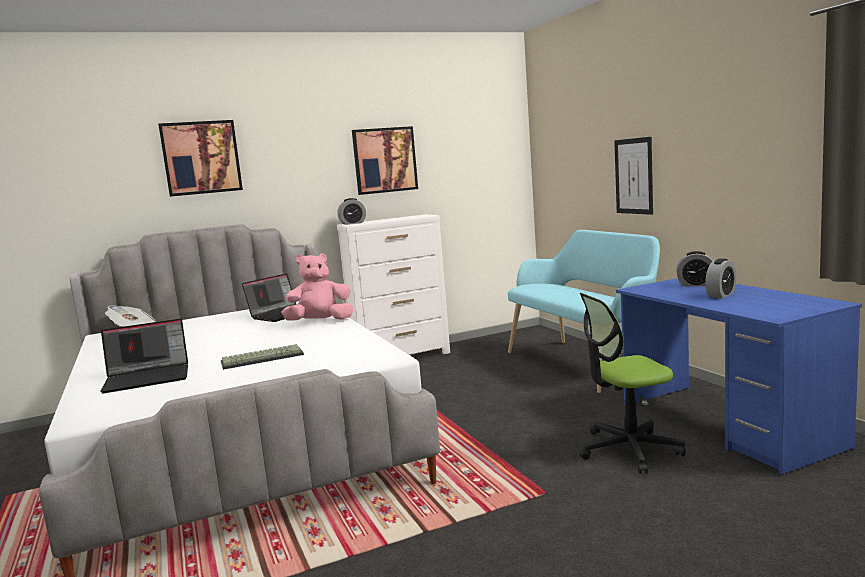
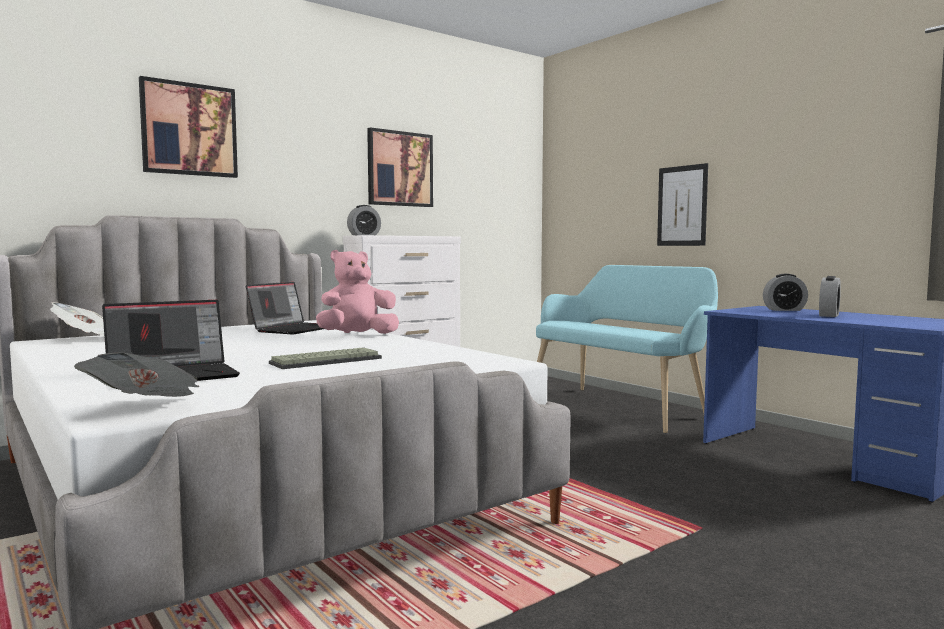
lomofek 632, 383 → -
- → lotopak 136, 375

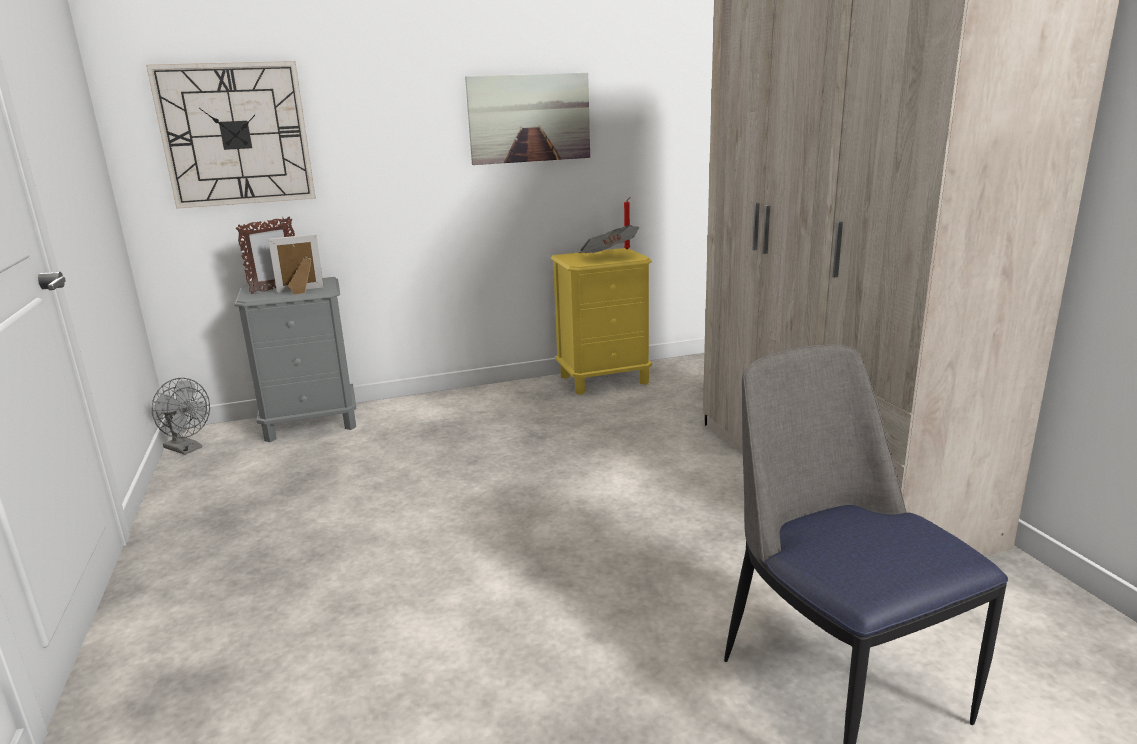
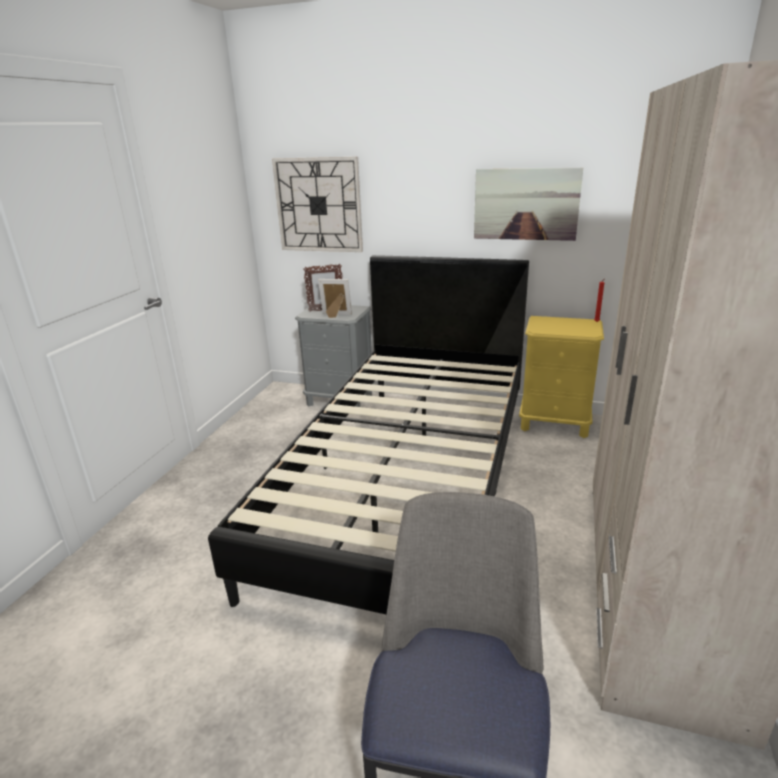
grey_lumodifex 181, 416 → -
lotopak 609, 239 → -
- → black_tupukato 368, 435

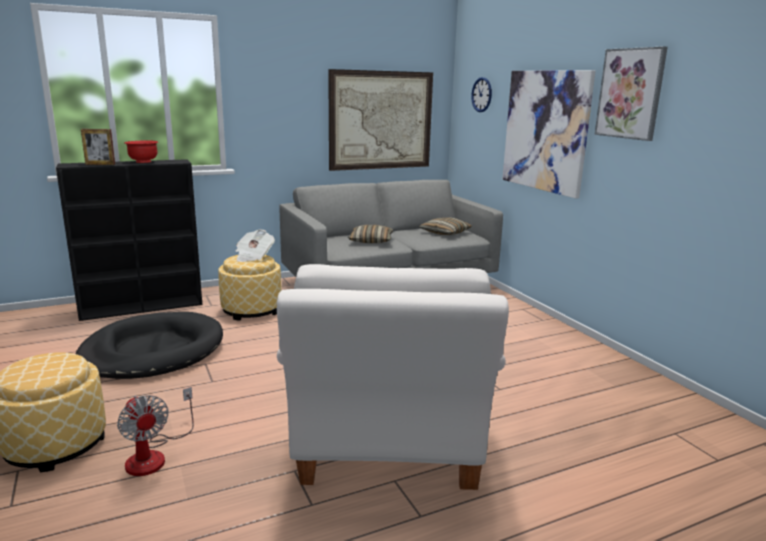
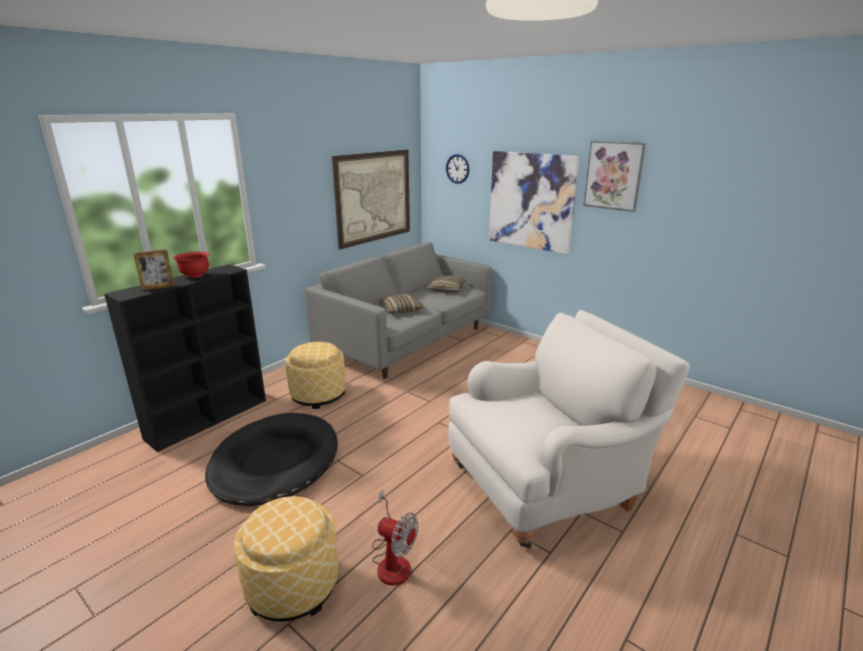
lotopak 255, 245 → -
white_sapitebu 393, 377 → white_sapitebu 569, 429, 90 degrees counterclockwise

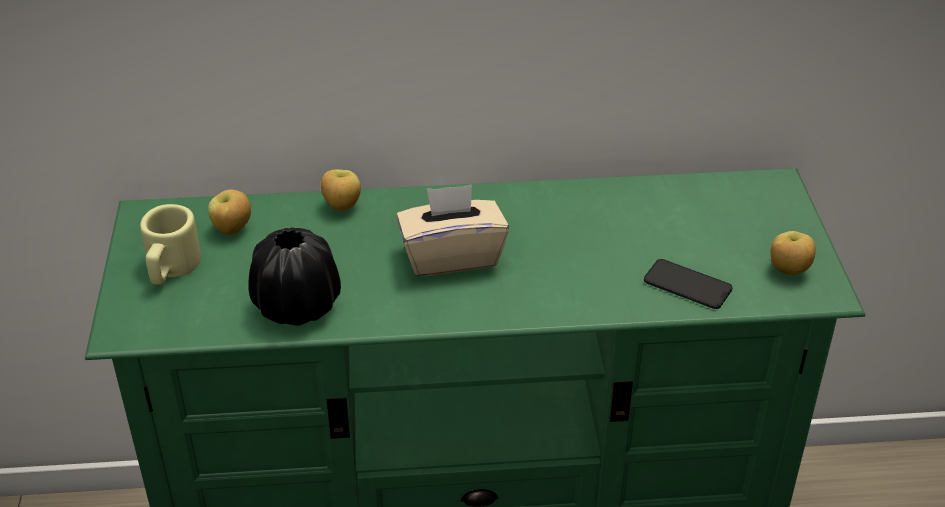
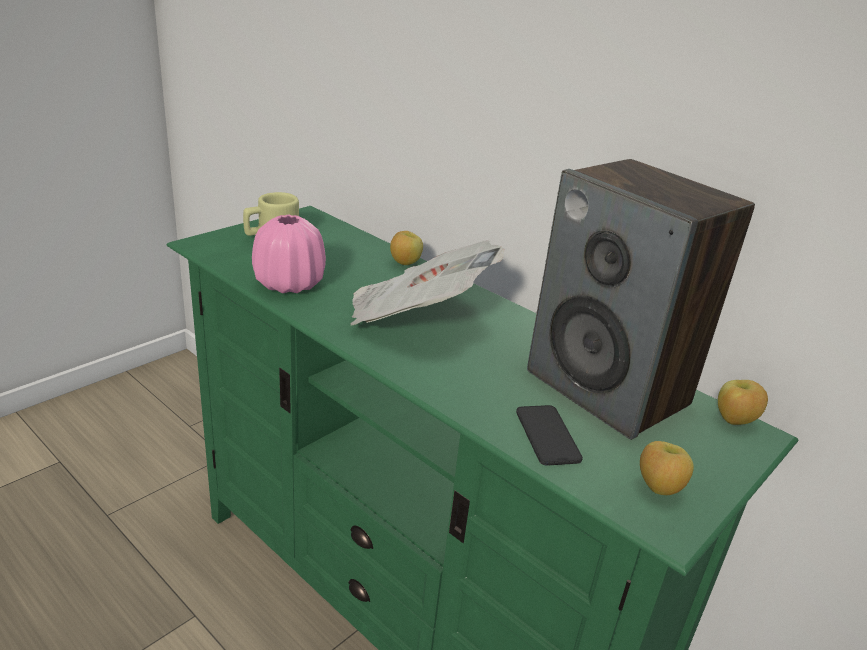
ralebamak 229, 212 → ralebamak 743, 402, relocated
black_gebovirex 295, 276 → pink_gebovirex 289, 254
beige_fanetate 452, 231 → lotopak 427, 283
- → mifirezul 641, 299

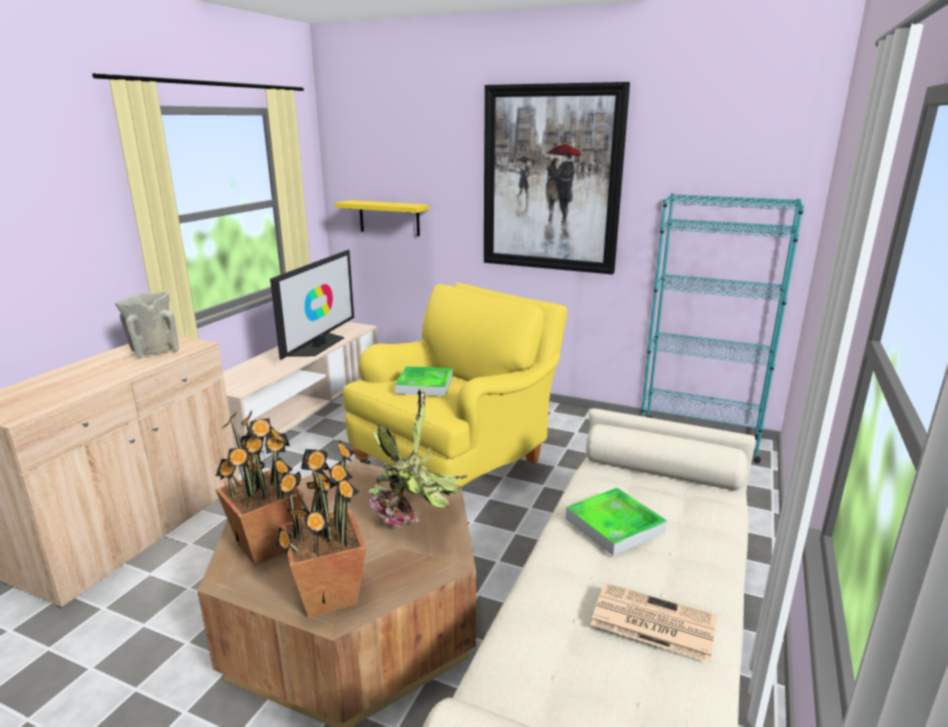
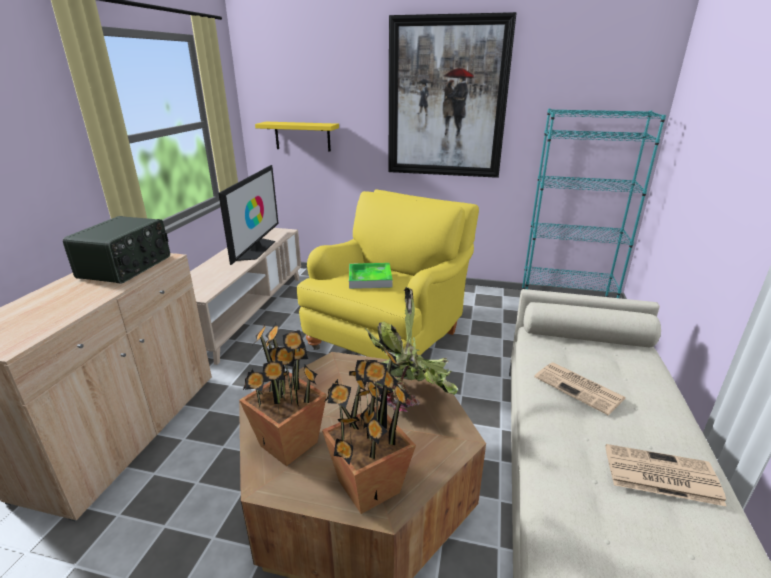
beige_gebovirex 147, 325 → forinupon 116, 250
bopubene 616, 522 → lotopak 579, 388

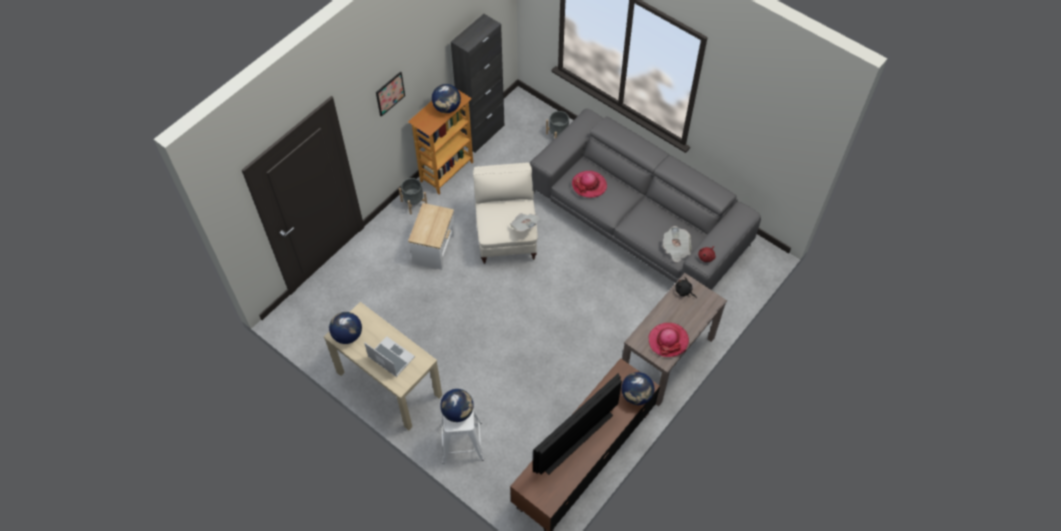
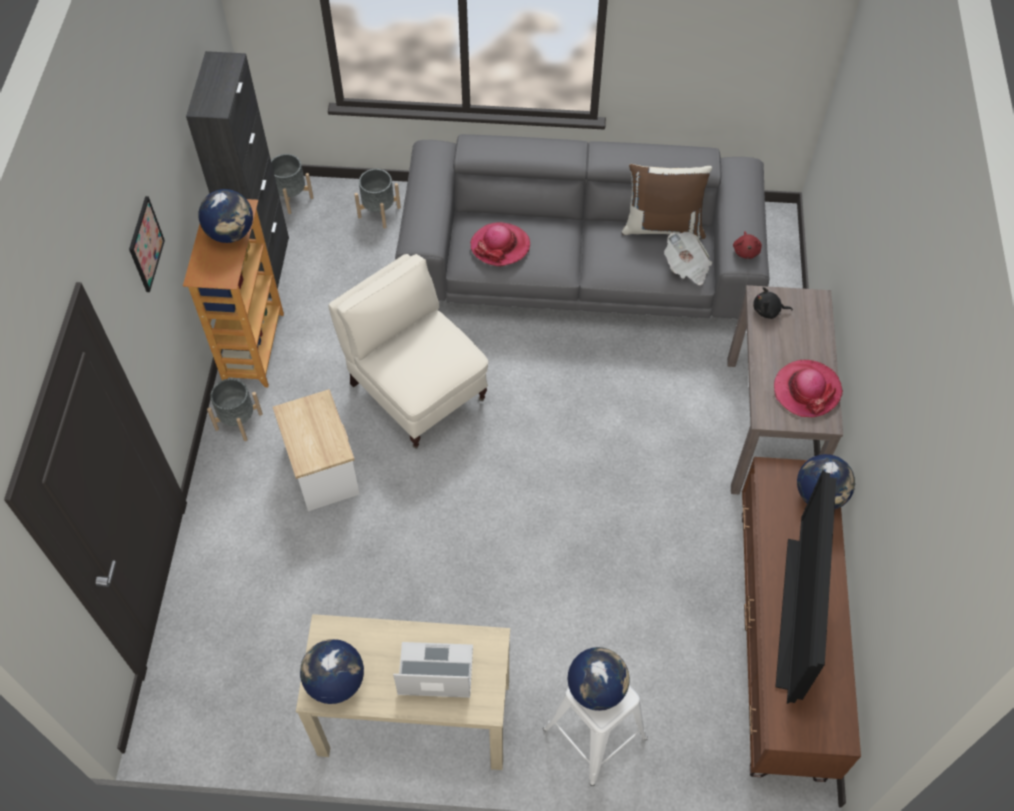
lotopak 524, 222 → -
- → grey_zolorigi 292, 184
- → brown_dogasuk 667, 201

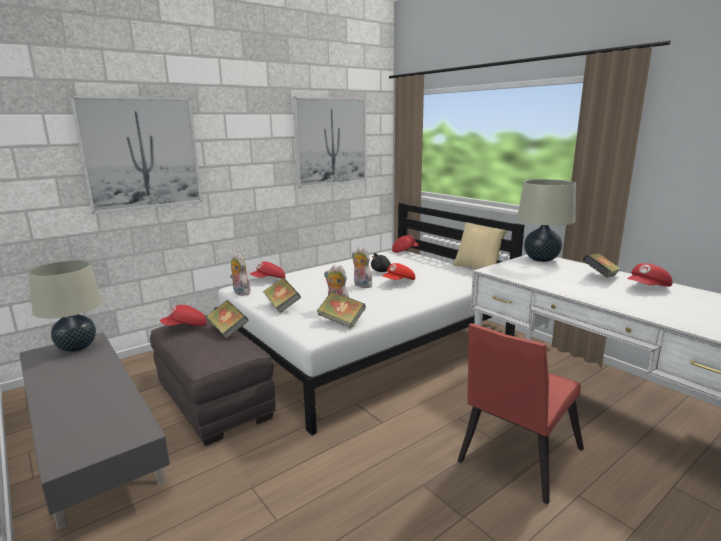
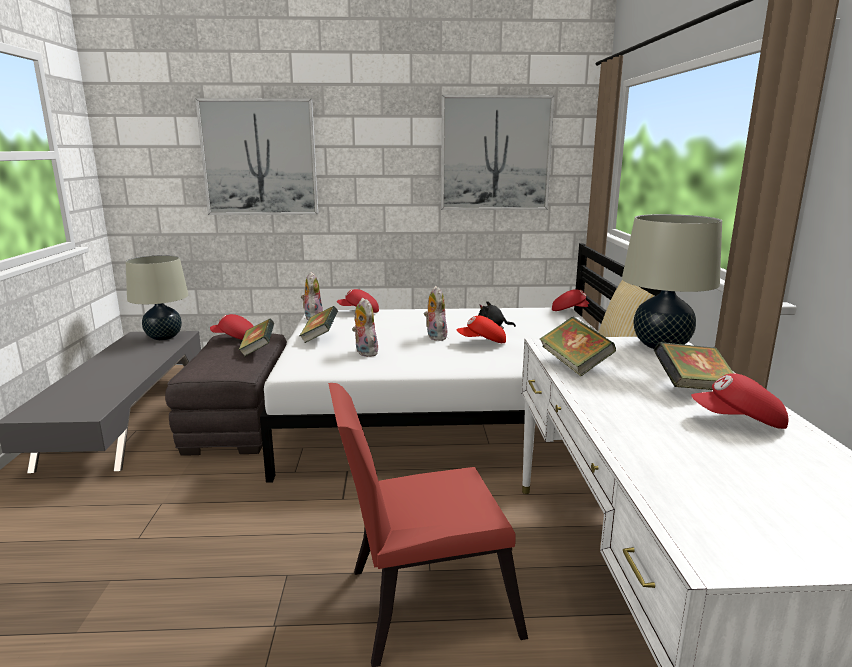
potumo 341, 310 → potumo 578, 346, relocated

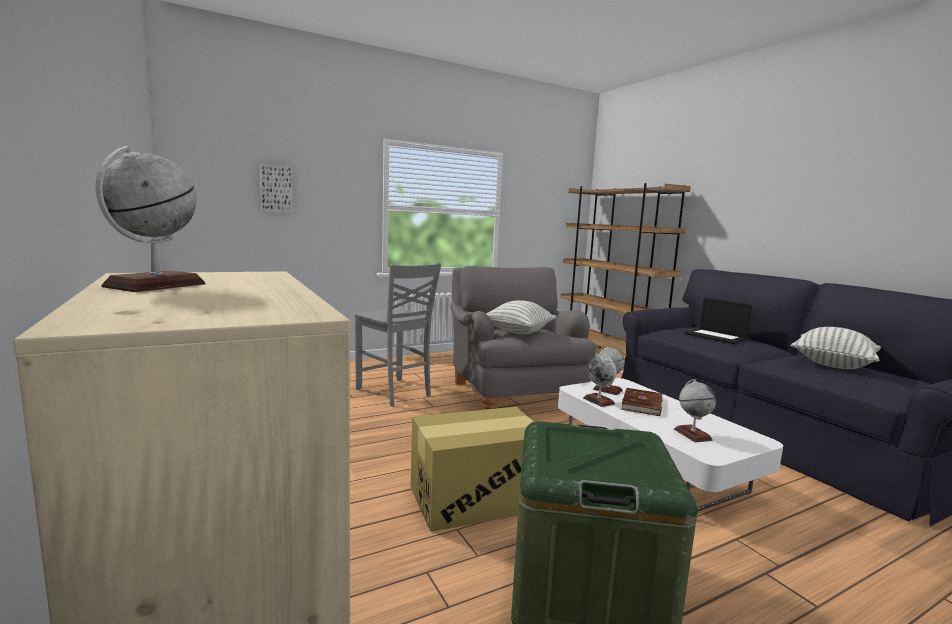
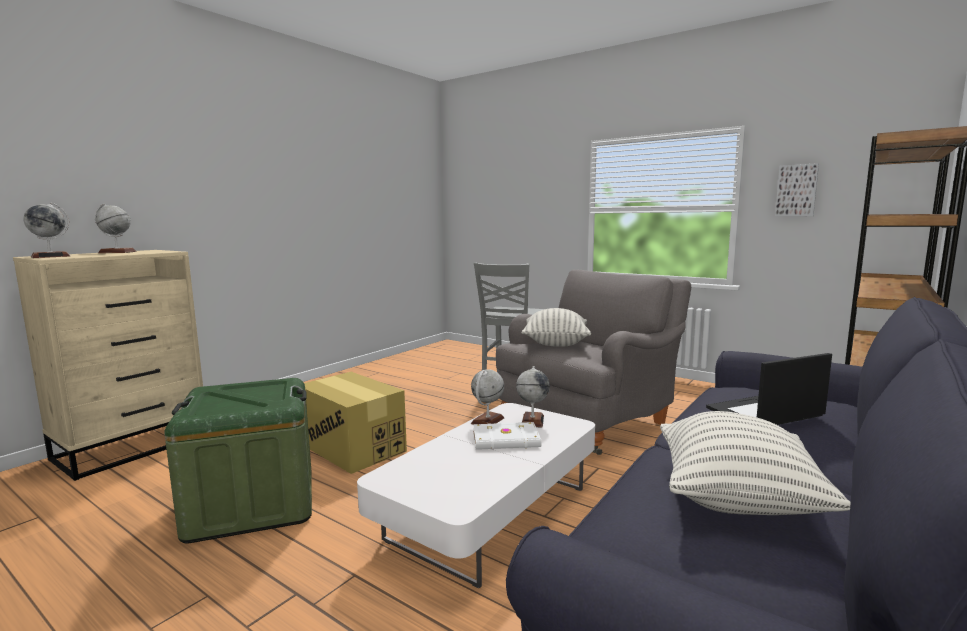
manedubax 276, 188 → manedubax 797, 190, relocated
brown_potumo 641, 402 → white_potumo 507, 436
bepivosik 695, 410 → bepivosik 46, 230, relocated
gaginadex 718, 321 → gaginadex 769, 389, 45 degrees clockwise

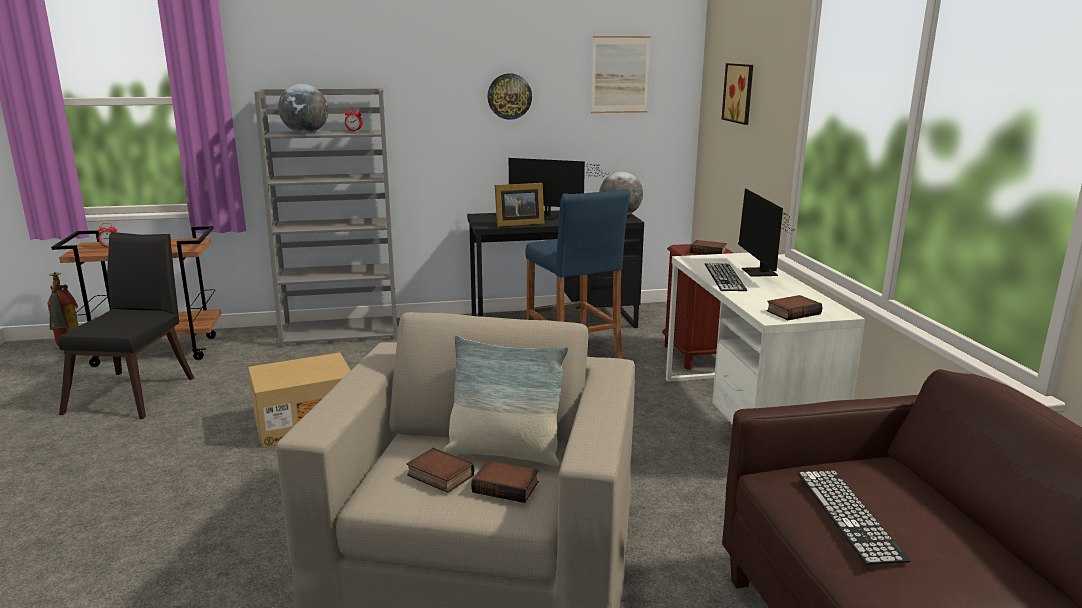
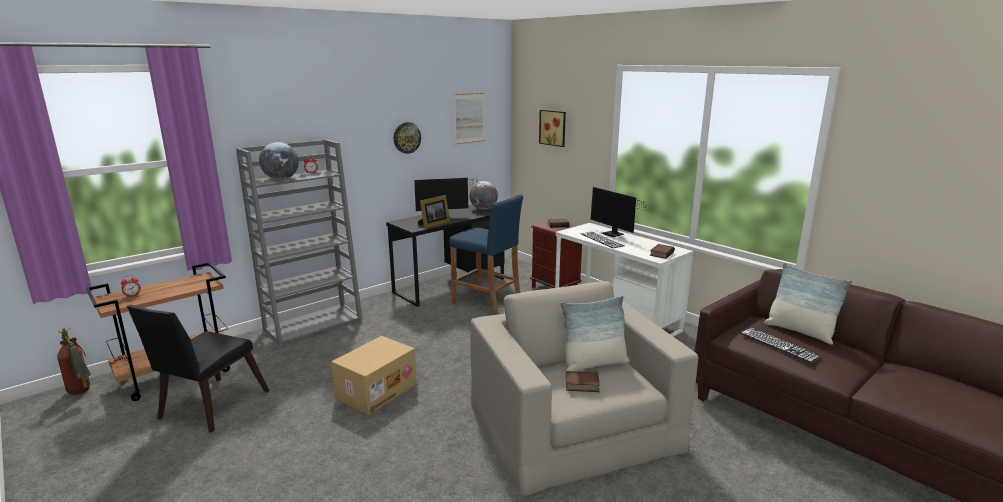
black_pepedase 126, 325 → black_pepedase 198, 369, 135 degrees counterclockwise
potumo 505, 481 → -
- → dogasuk 808, 304

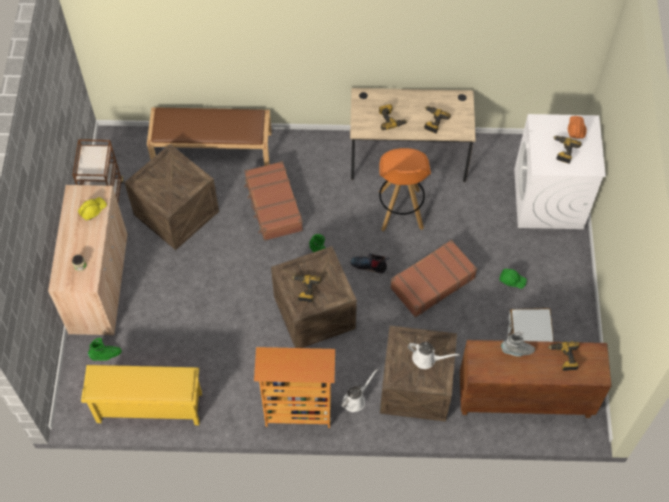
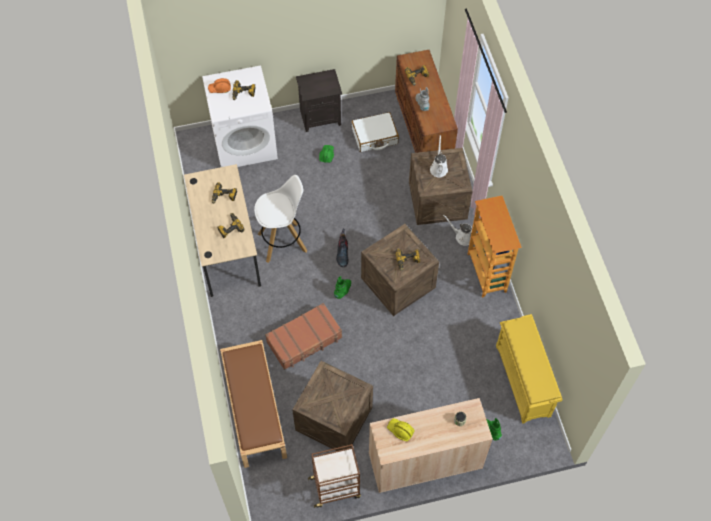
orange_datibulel 404, 190 → white_datibulel 280, 219
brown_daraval 433, 279 → -
- → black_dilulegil 319, 100

